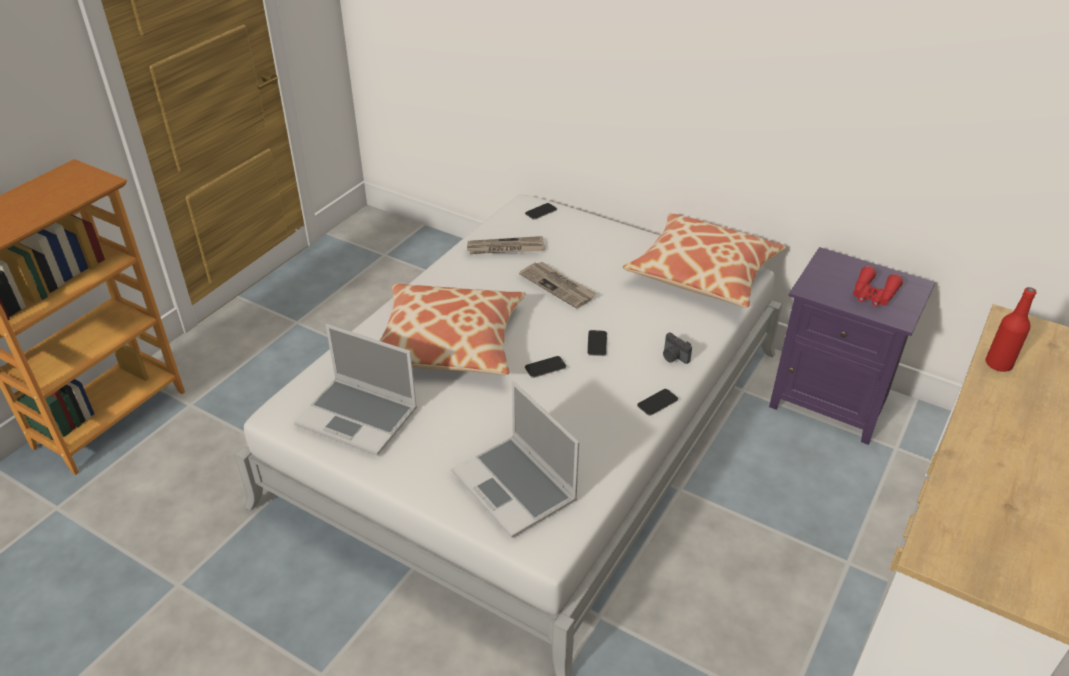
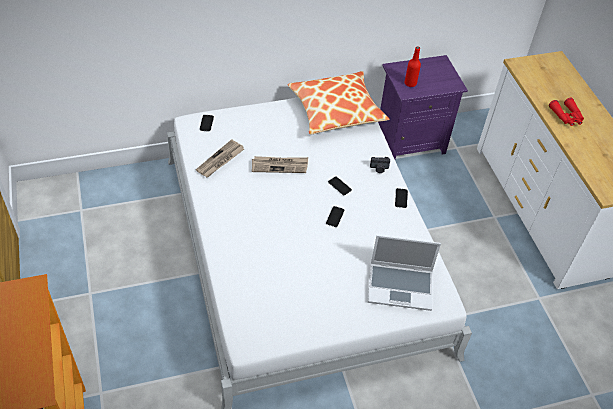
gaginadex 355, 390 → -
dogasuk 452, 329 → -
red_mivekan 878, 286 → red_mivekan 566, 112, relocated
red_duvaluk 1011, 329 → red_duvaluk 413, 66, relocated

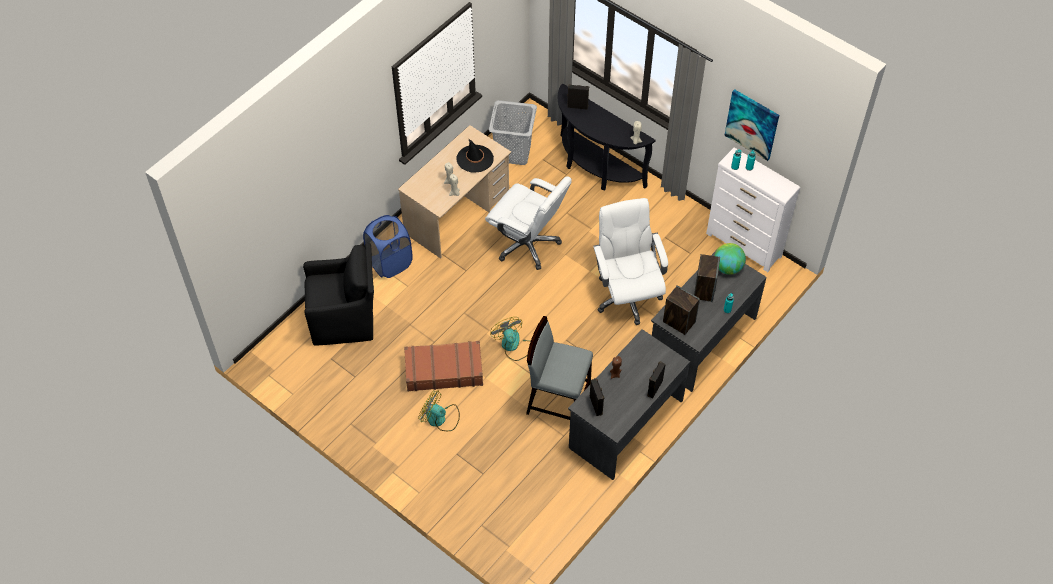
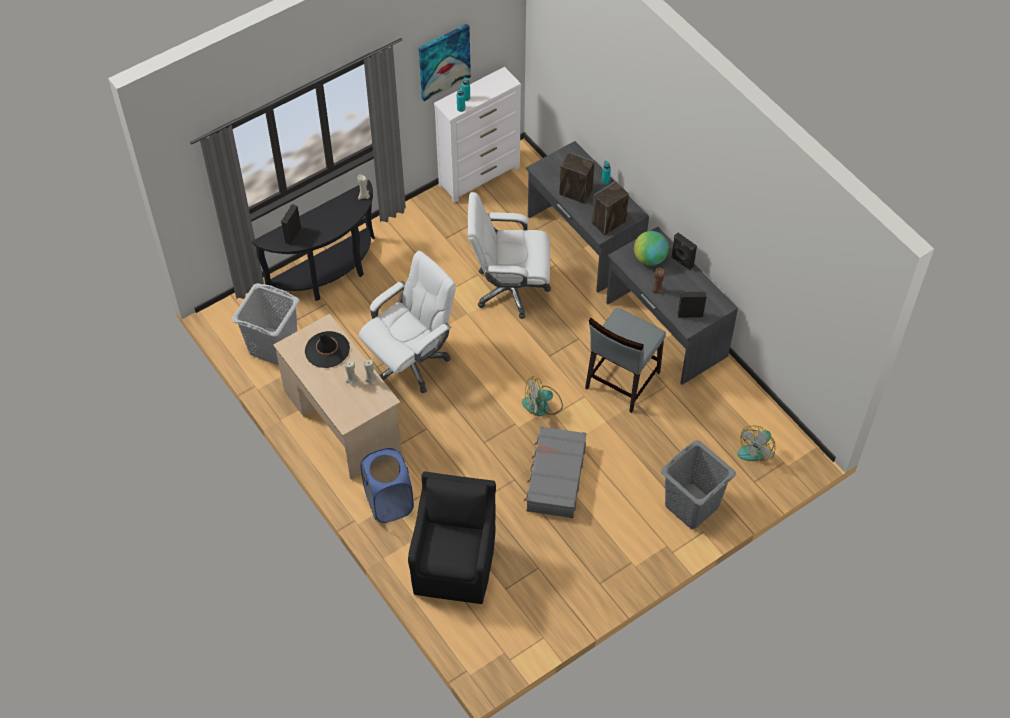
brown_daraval 443, 366 → grey_daraval 555, 472
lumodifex 439, 410 → lumodifex 756, 443, relocated
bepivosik 730, 259 → bepivosik 651, 248, relocated
- → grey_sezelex 698, 484

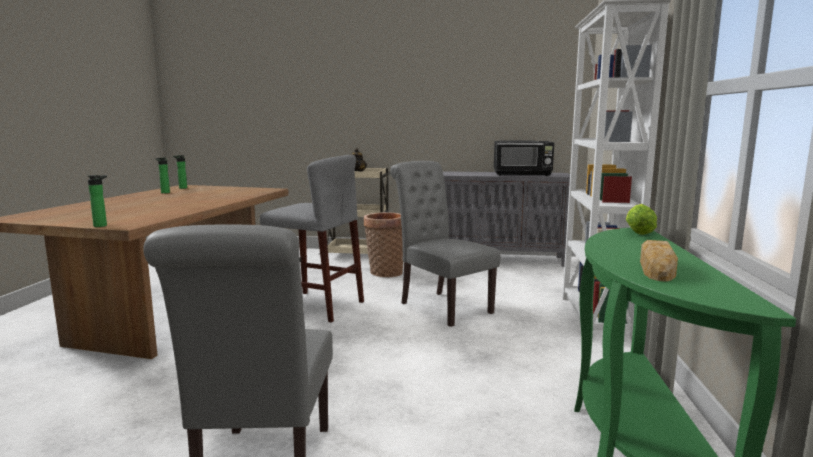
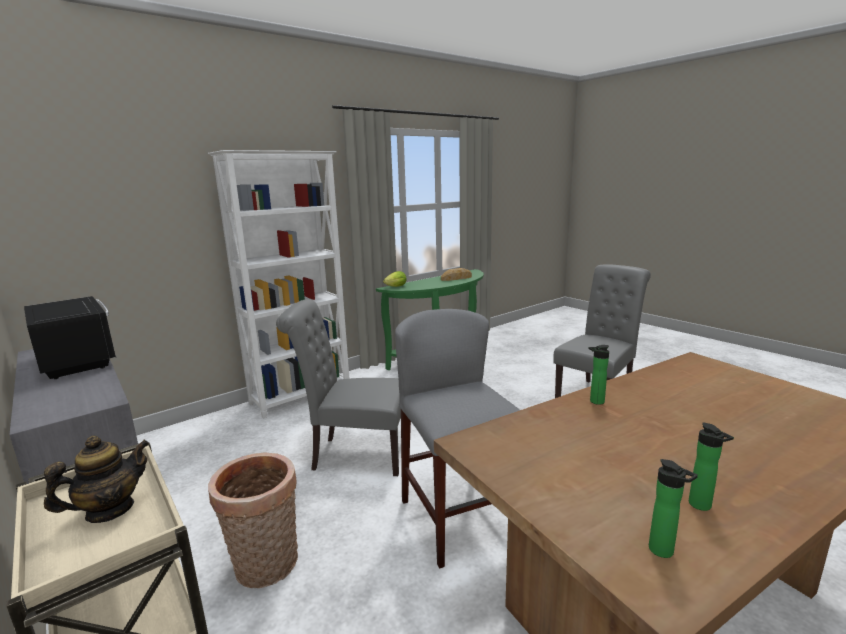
duvaluk 97, 201 → duvaluk 598, 375, relocated
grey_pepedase 445, 244 → grey_pepedase 338, 387, 90 degrees clockwise

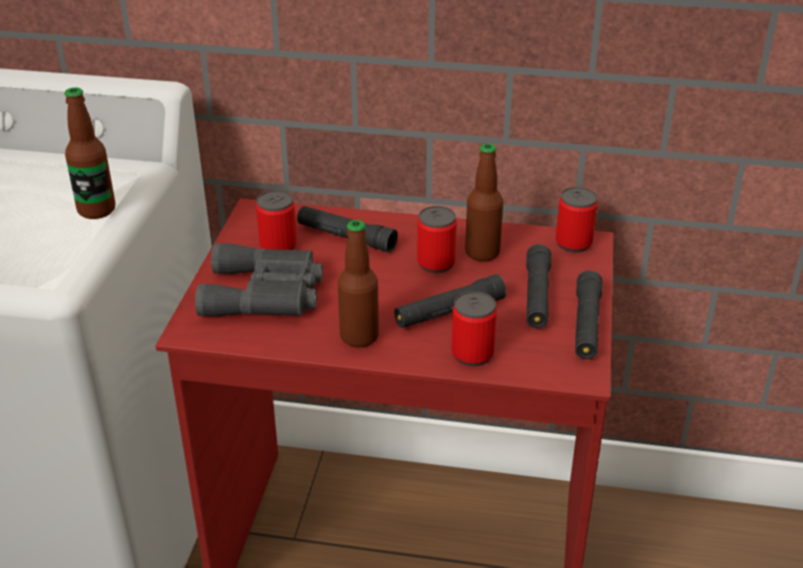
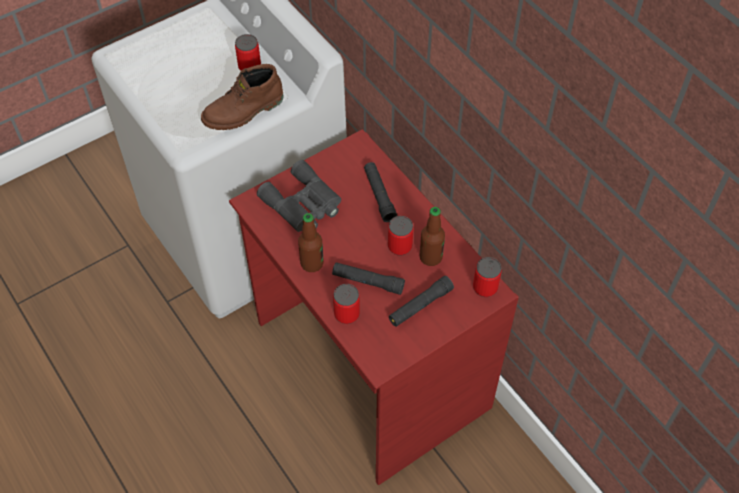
duvaluk 89, 153 → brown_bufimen 242, 97
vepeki 276, 220 → vepeki 248, 52, relocated
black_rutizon 589, 314 → -

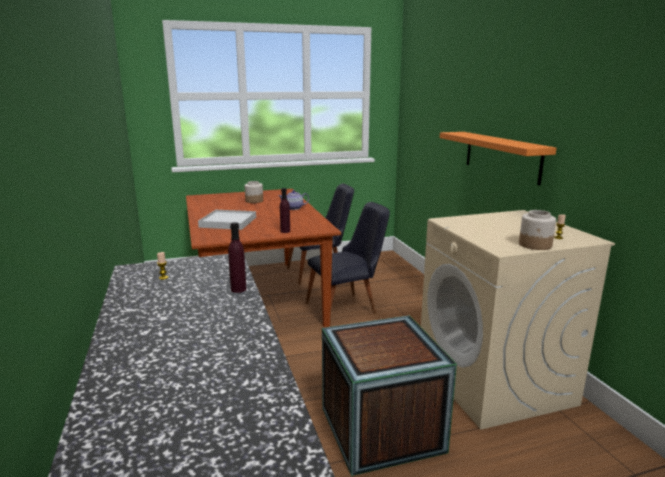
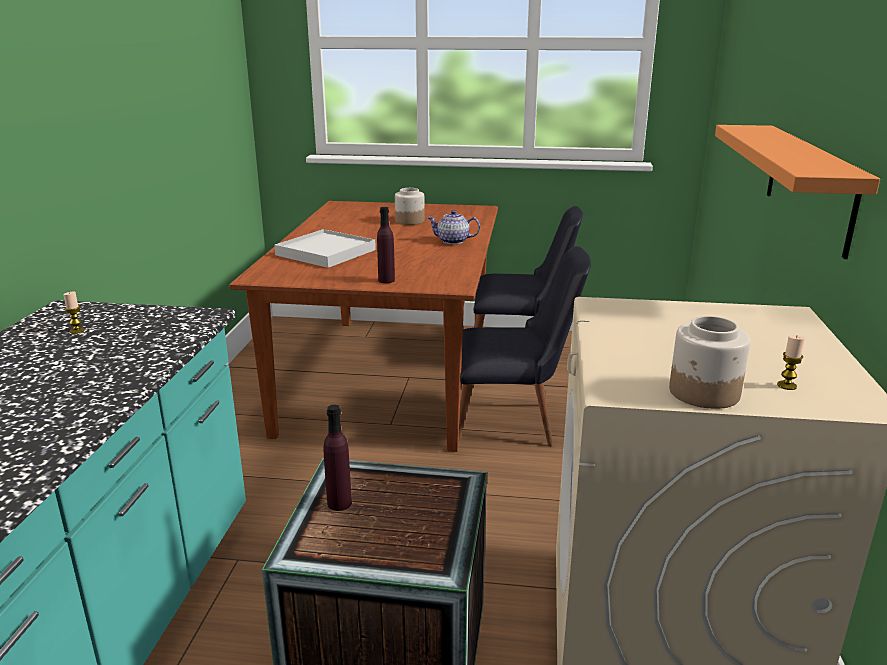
purple_duvaluk 237, 257 → purple_duvaluk 338, 458, relocated

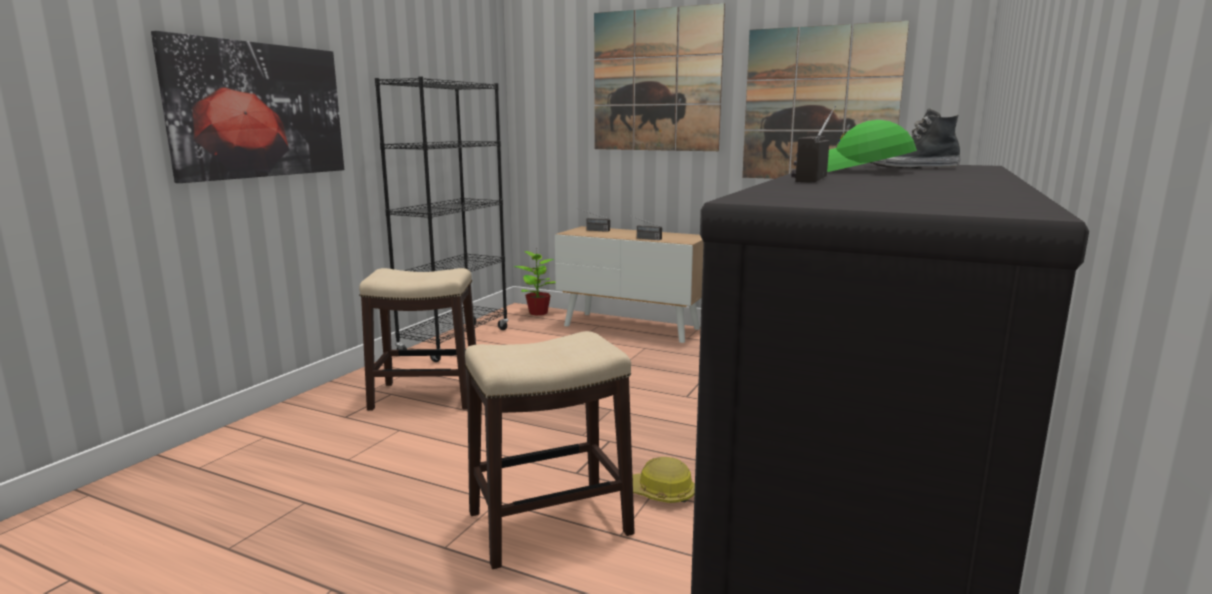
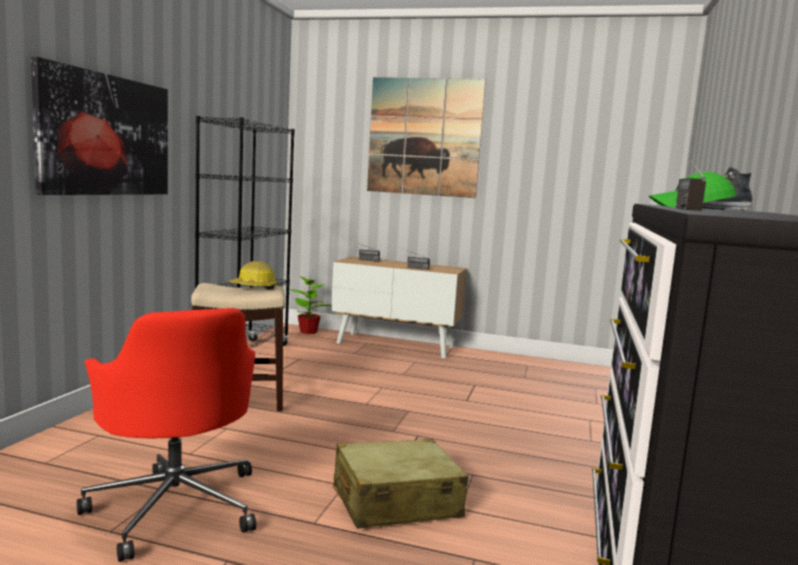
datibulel 549, 450 → beige_daraval 400, 484
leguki 664, 480 → leguki 253, 275, relocated
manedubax 825, 100 → -
- → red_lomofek 166, 435

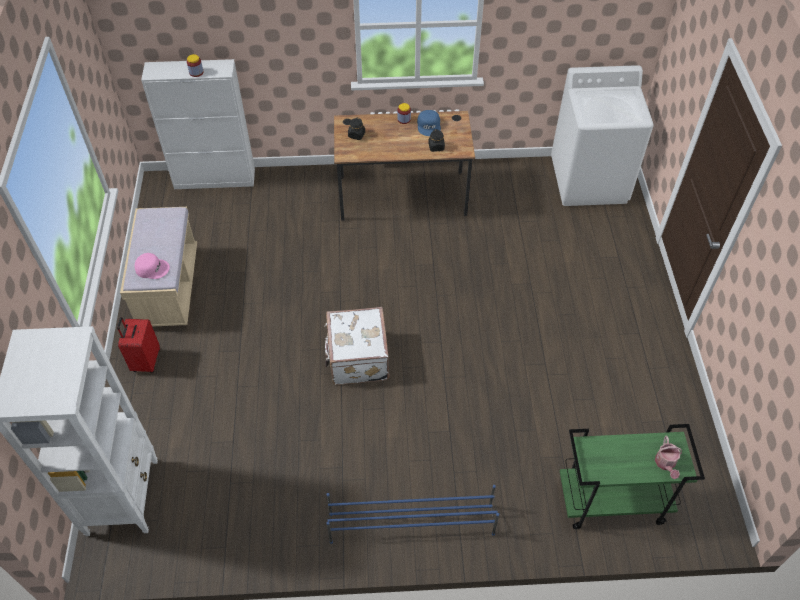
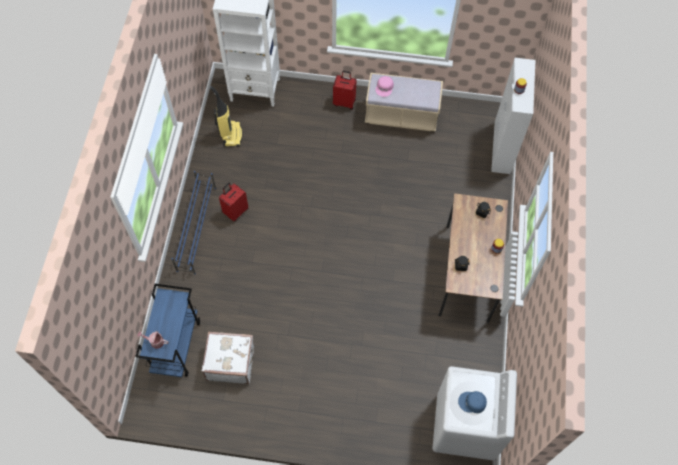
white_daraval 356, 346 → white_daraval 228, 357, relocated
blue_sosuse 429, 123 → blue_sosuse 472, 402, relocated
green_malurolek 632, 476 → blue_malurolek 167, 330
- → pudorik 226, 116
- → red_daraval 233, 202

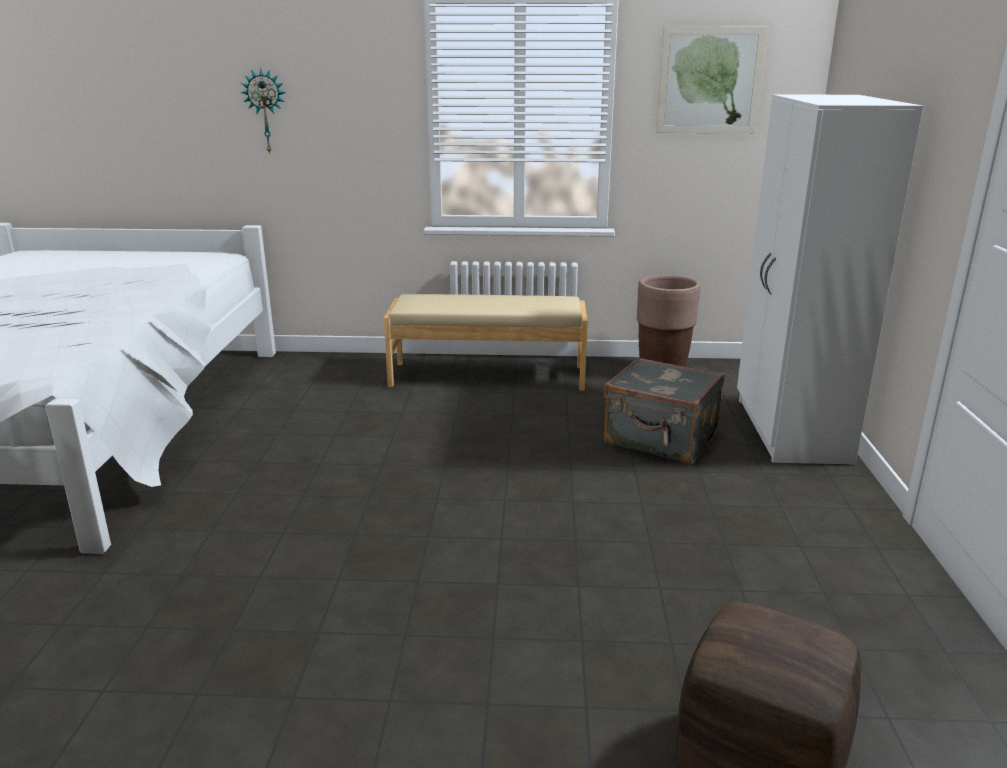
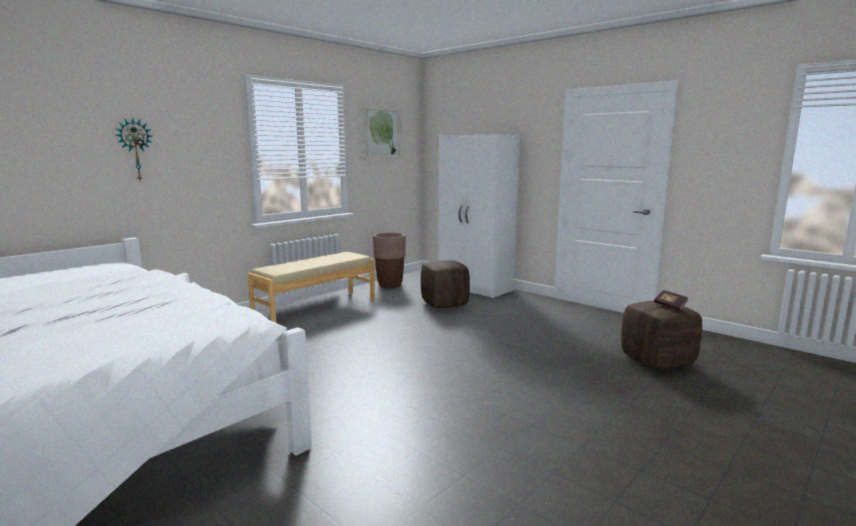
grey_daraval 664, 410 → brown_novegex 445, 284
- → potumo 671, 300

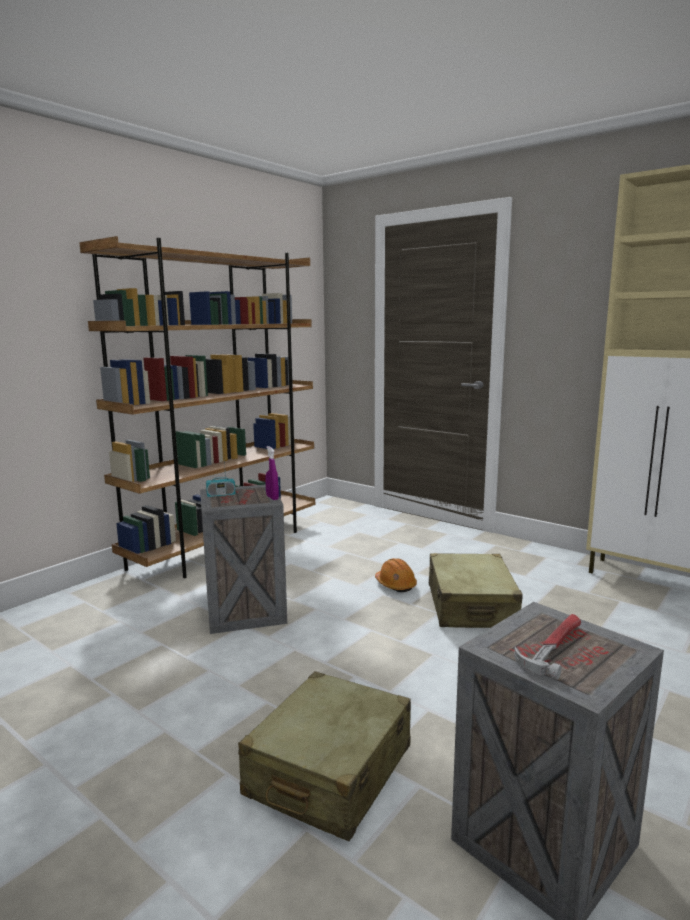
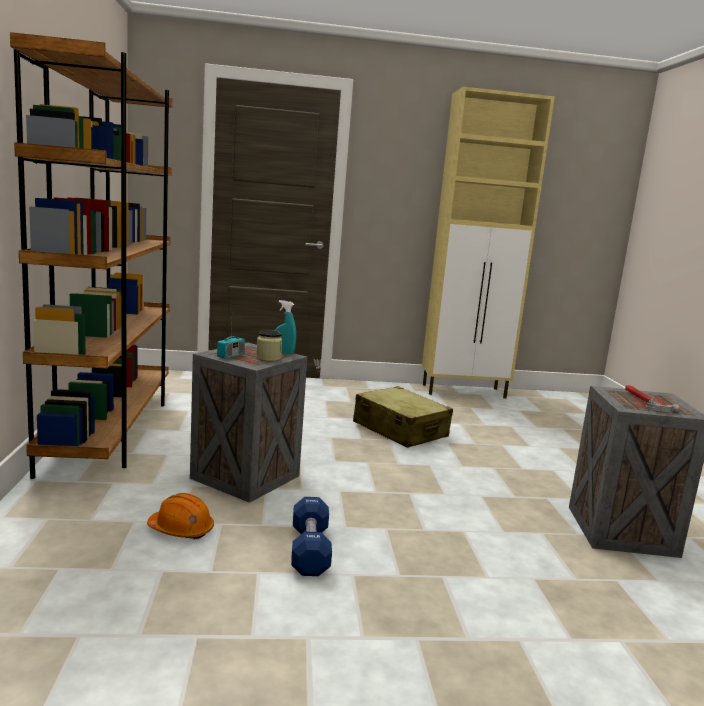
beige_daraval 324, 756 → -
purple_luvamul 272, 473 → turquoise_luvamul 285, 327
orange_leguki 396, 575 → orange_leguki 180, 516, relocated
- → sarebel 269, 345
- → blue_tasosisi 311, 536

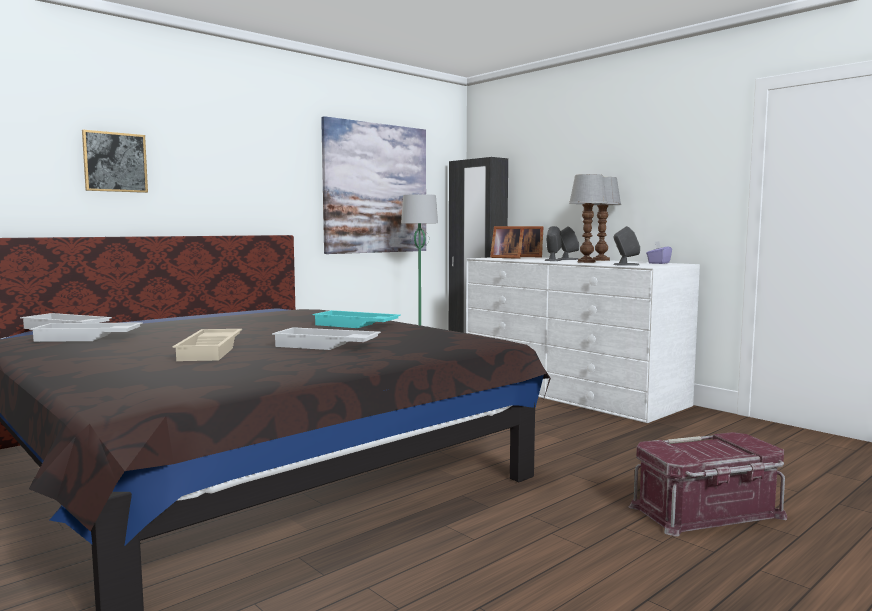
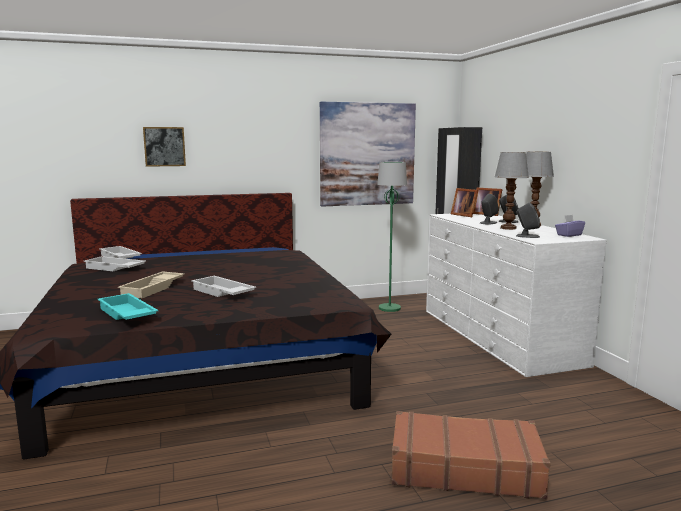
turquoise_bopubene 357, 319 → turquoise_bopubene 128, 306, relocated
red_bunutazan 708, 484 → brown_daraval 471, 455

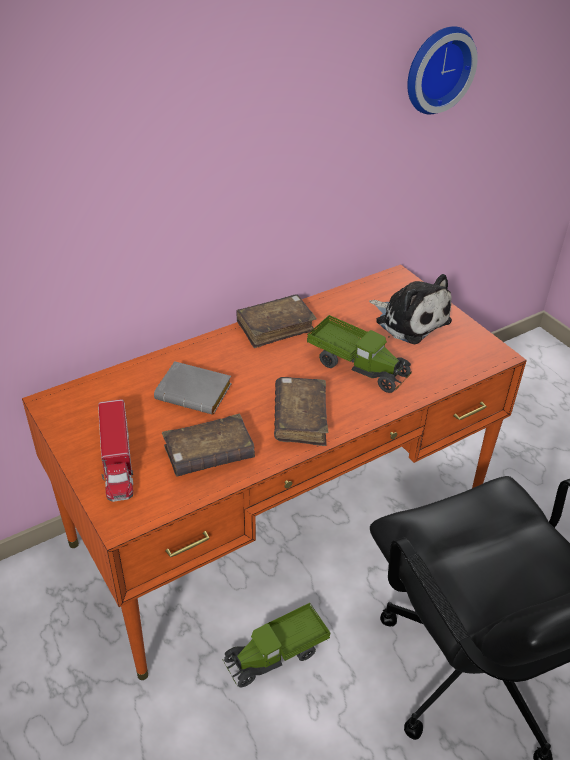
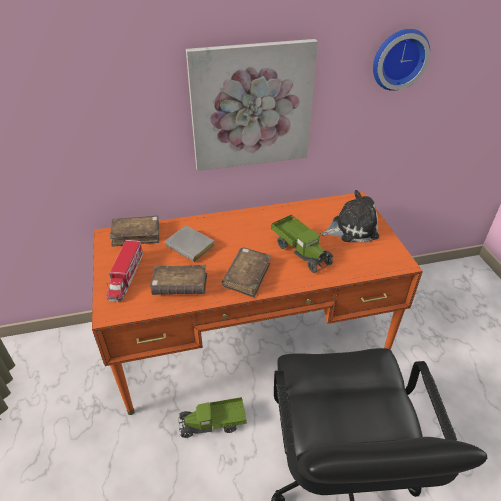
brown_potumo 276, 321 → brown_potumo 135, 231, relocated
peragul 410, 309 → peragul 350, 216, 75 degrees counterclockwise
- → manedubax 252, 105

